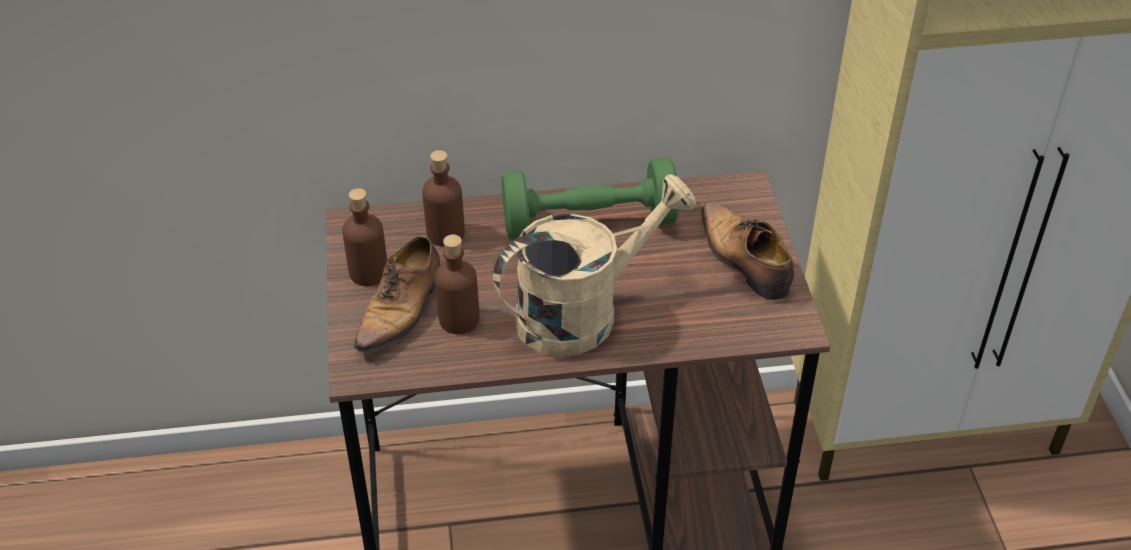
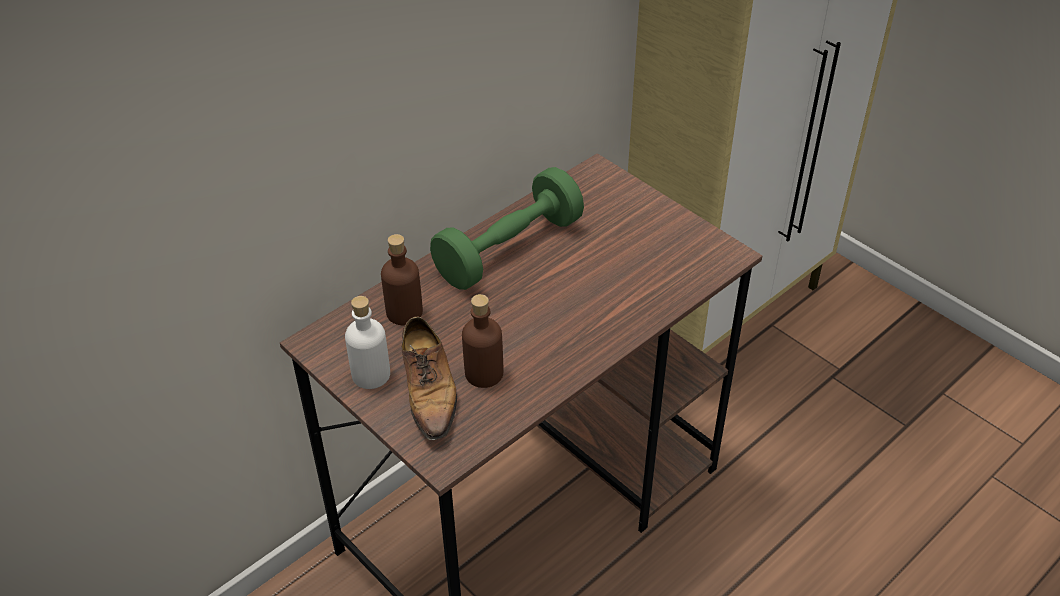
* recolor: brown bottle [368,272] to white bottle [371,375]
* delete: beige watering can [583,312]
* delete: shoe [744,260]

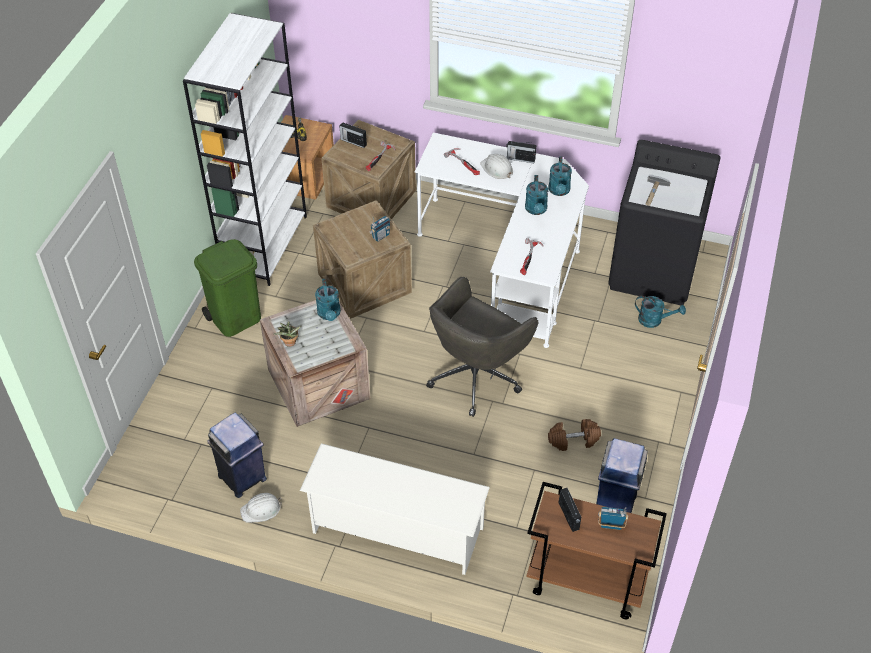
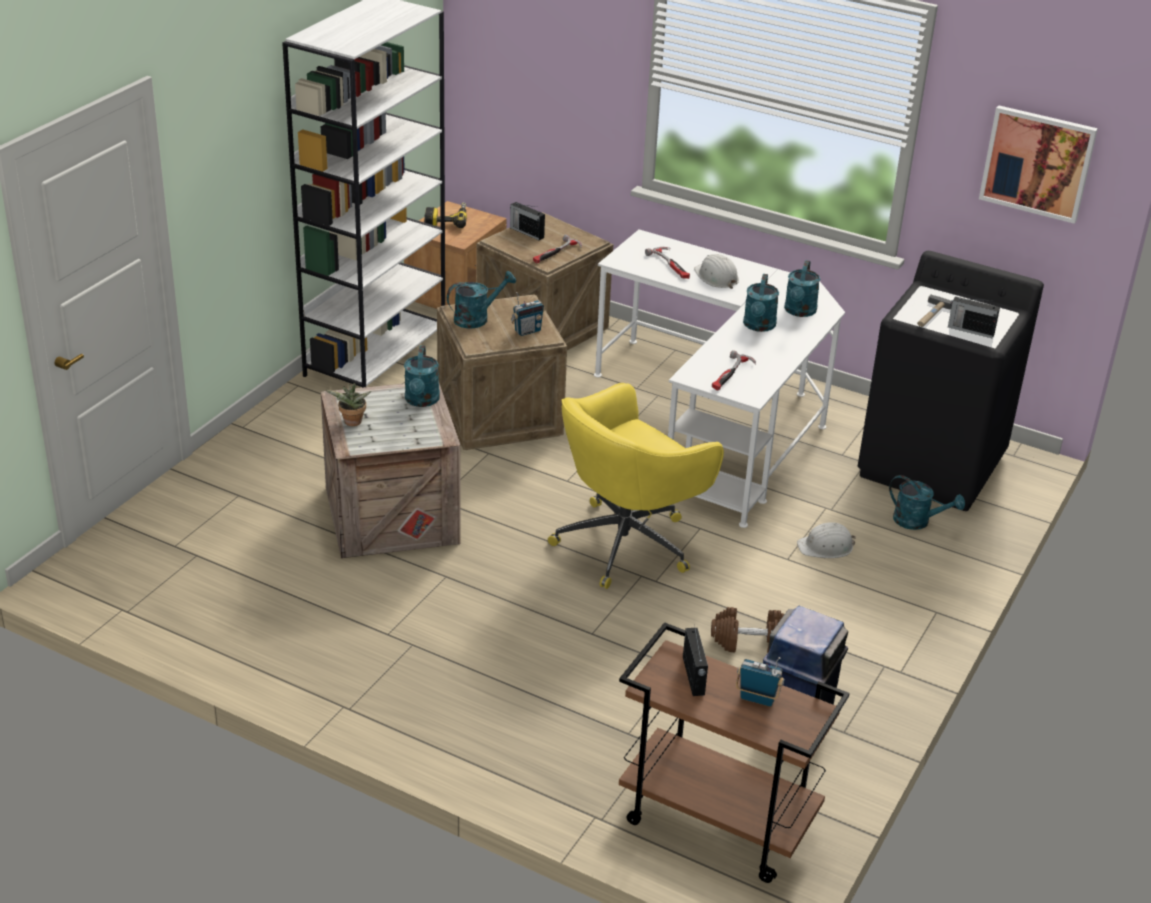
* delete: green trash can [236,318]
* delete: blue trash can [242,478]
* move: white hard hat [261,510] to [826,547]
* delete: white shoe rack [396,530]
* recolor: grey office chair [476,375] to yellow office chair [627,542]
* move: radio [520,159] to [970,330]
* insert: turquoise watering can [477,318]
* insert: picture [1037,163]

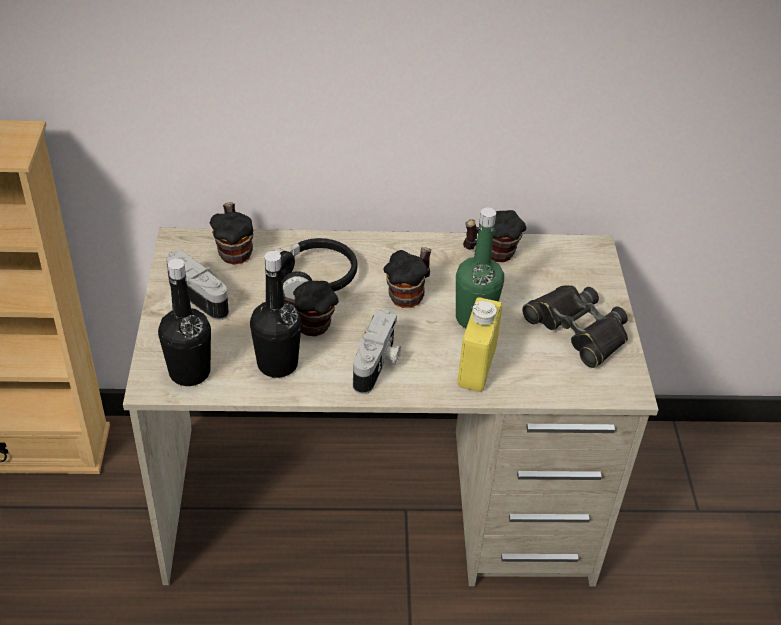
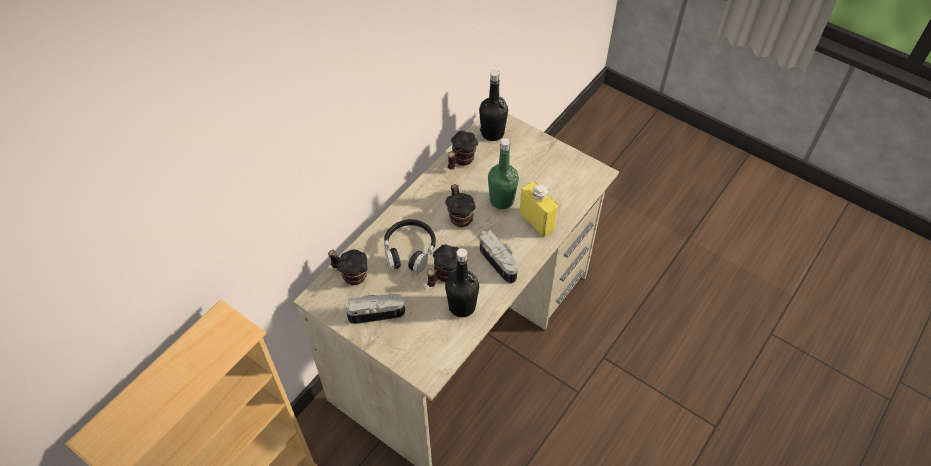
* move: black bottle [190,372] to [492,133]
* delete: black binoculars [577,330]

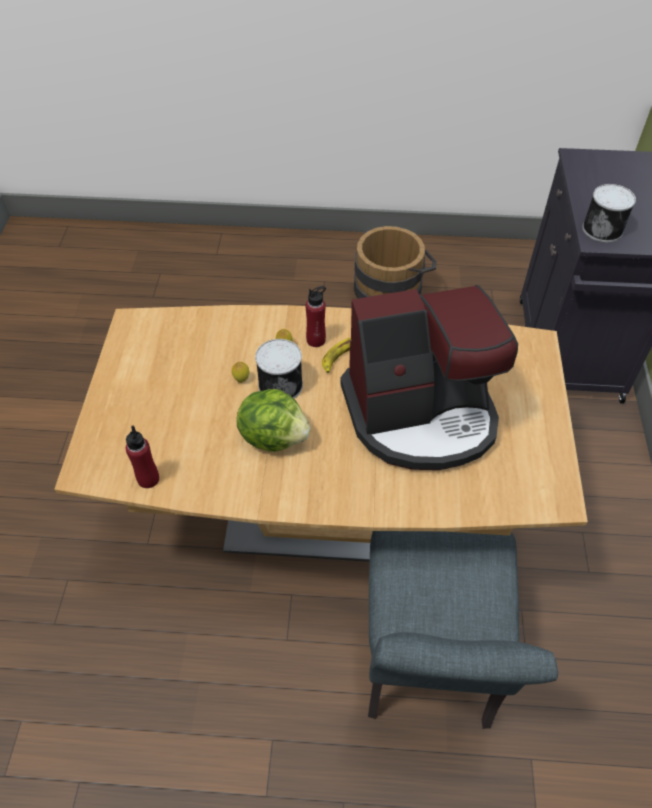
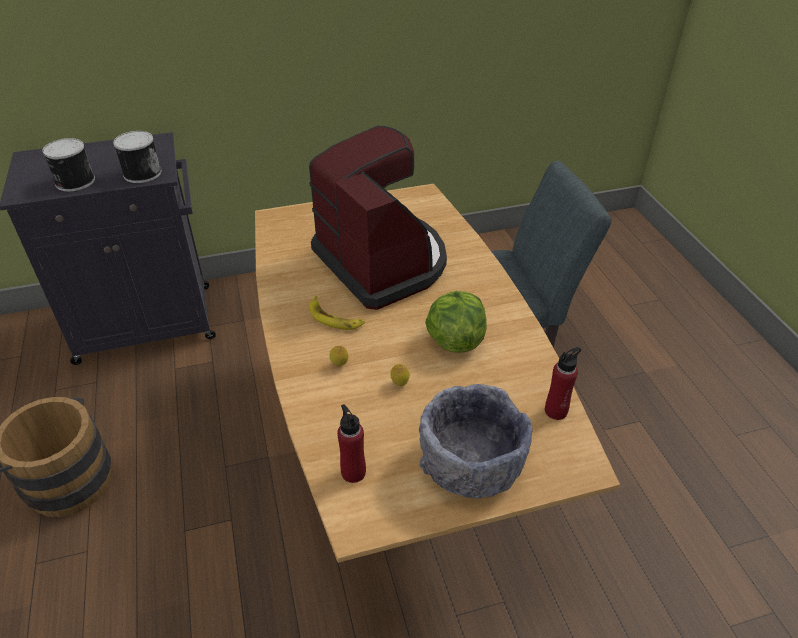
* move: can [280,384] to [74,181]
* move: red bottle [316,340] to [353,472]
* insert: grey bowl [470,464]

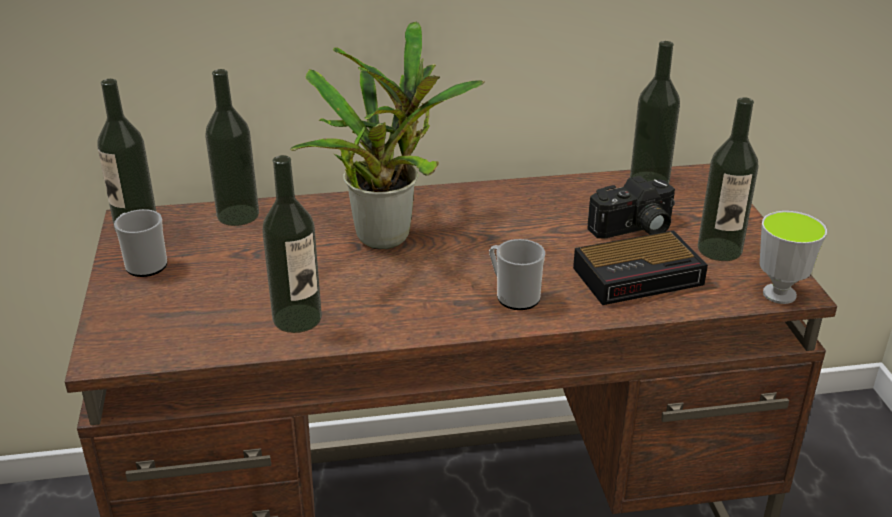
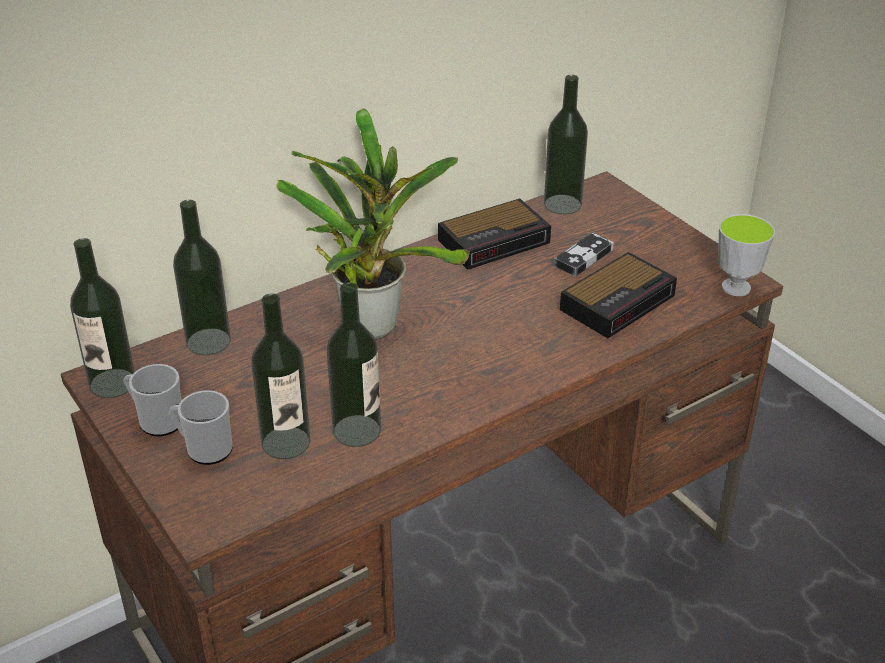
* move: mug [513,296] to [204,449]
* replace: photo camera [634,229] to game controller [583,257]
* move: bottle [719,249] to [286,442]
* insert: alarm clock [496,241]

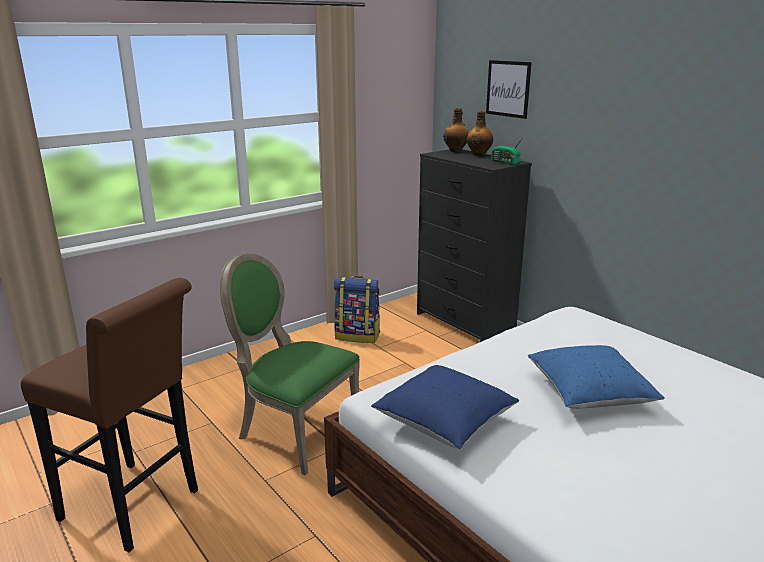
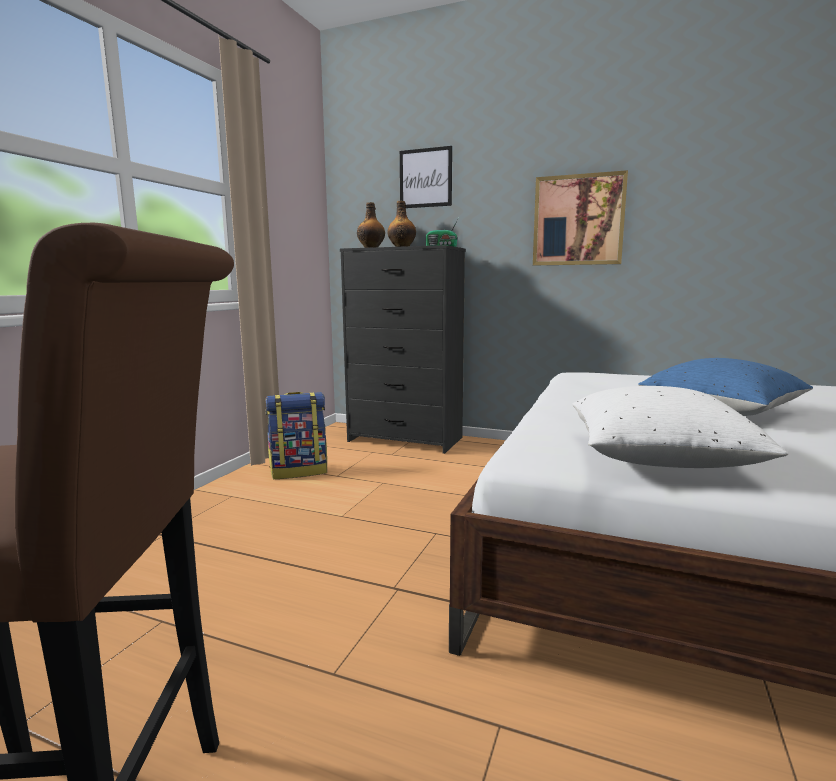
* delete: green chair [294,431]
* recolor: blue pillow [444,423] to white pillow [658,458]
* insert: picture [578,220]

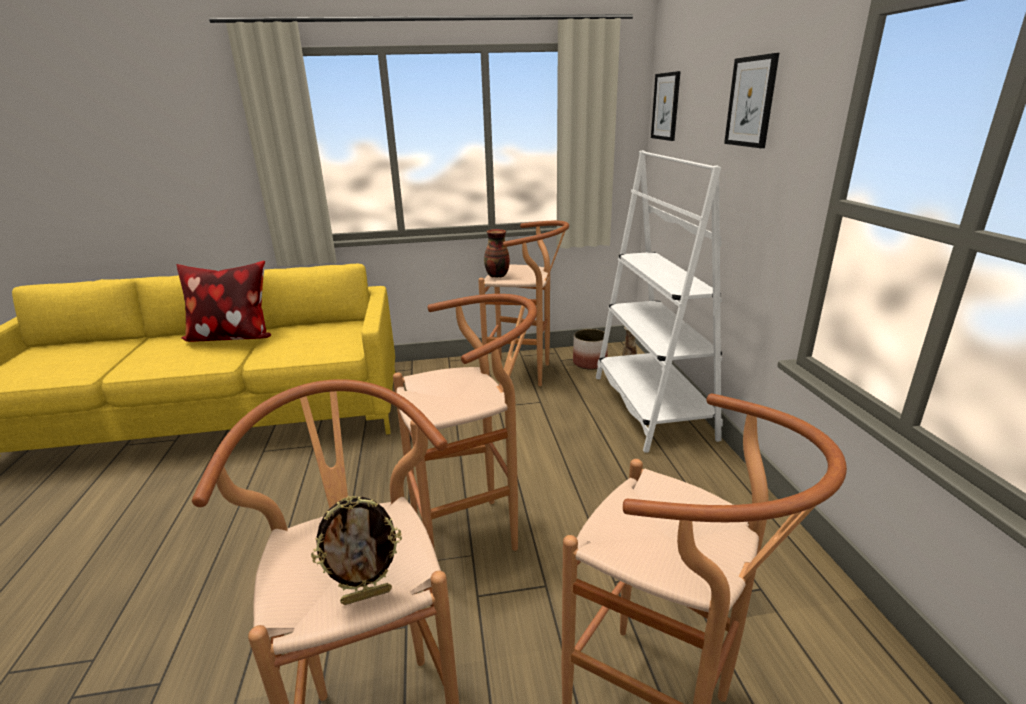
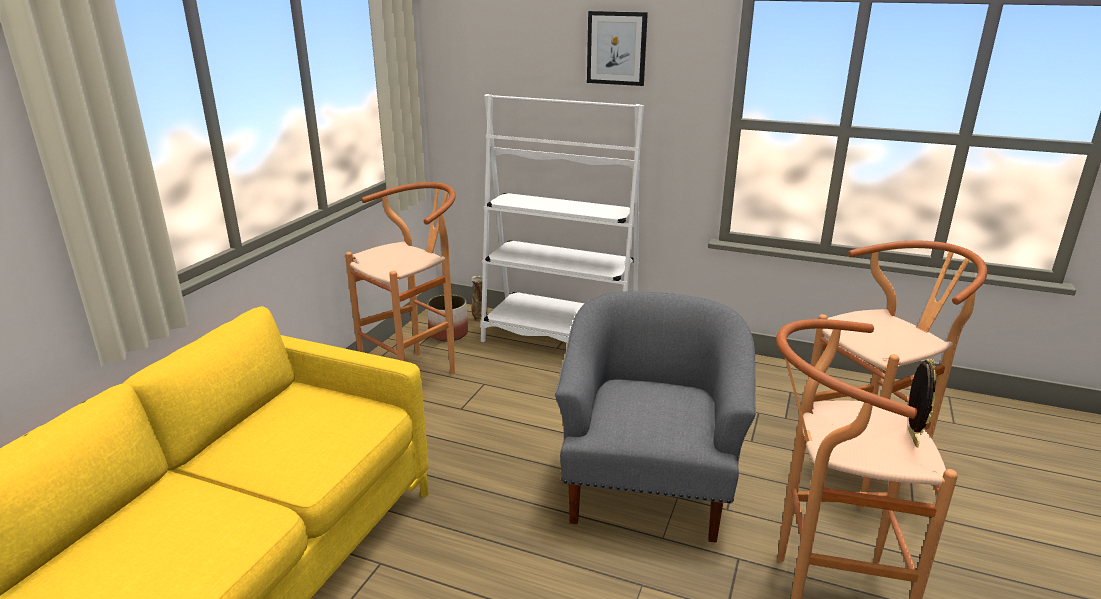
* delete: pillow [232,337]
* replace: brown stool [475,532] to grey armchair [649,486]
* delete: vase [497,275]
* delete: picture [666,106]

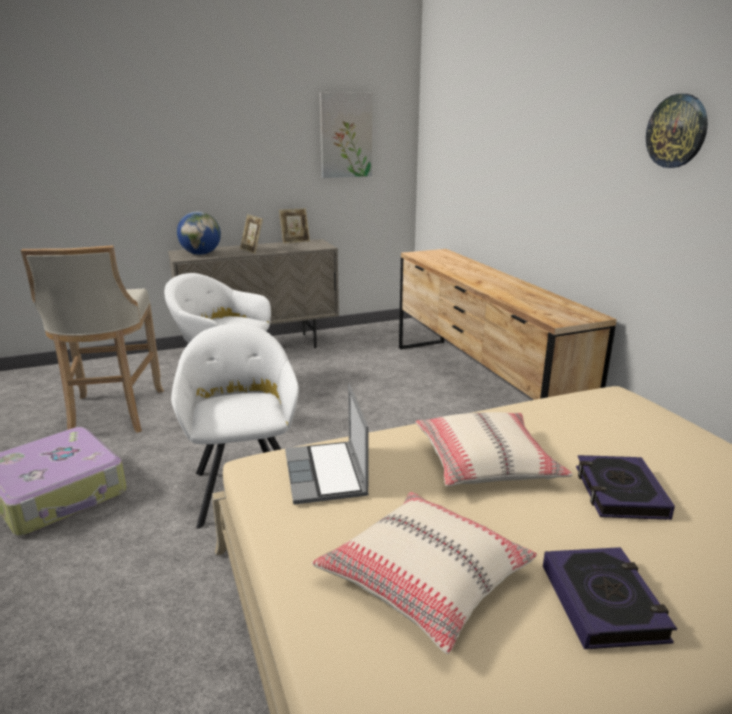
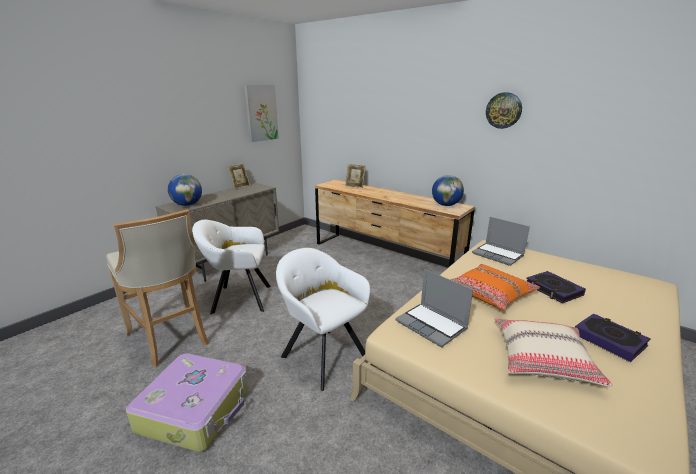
* move: picture frame [252,250] to [355,186]
* recolor: beige pillow [486,463] to orange pillow [490,293]
* insert: globe [446,205]
* insert: laptop [498,255]

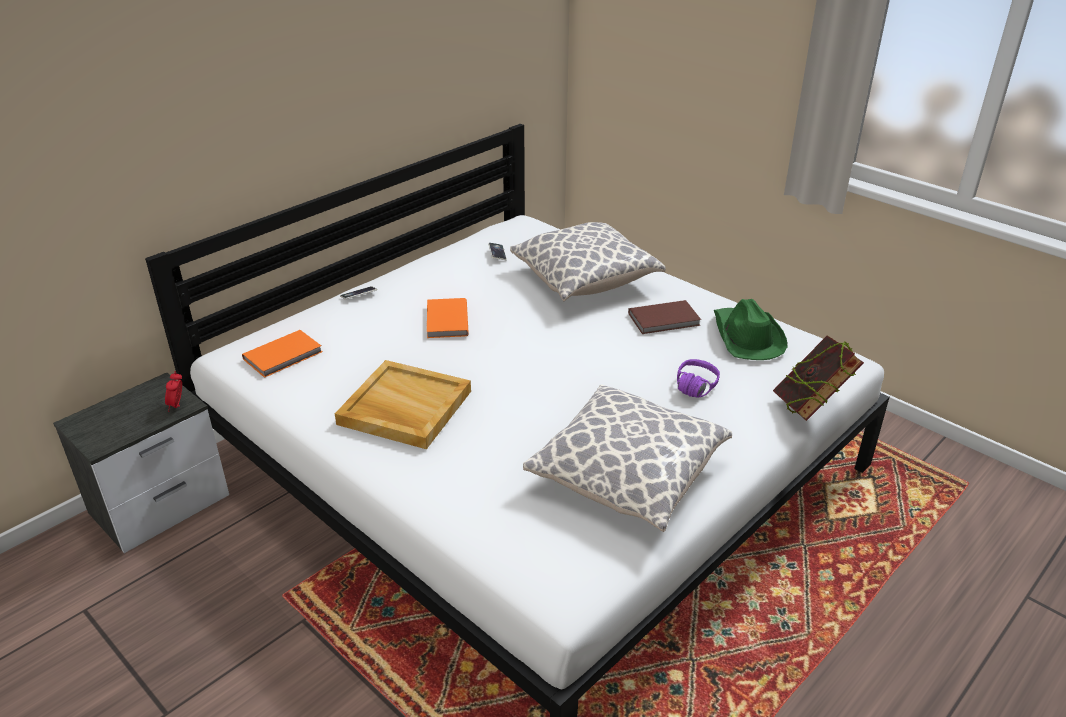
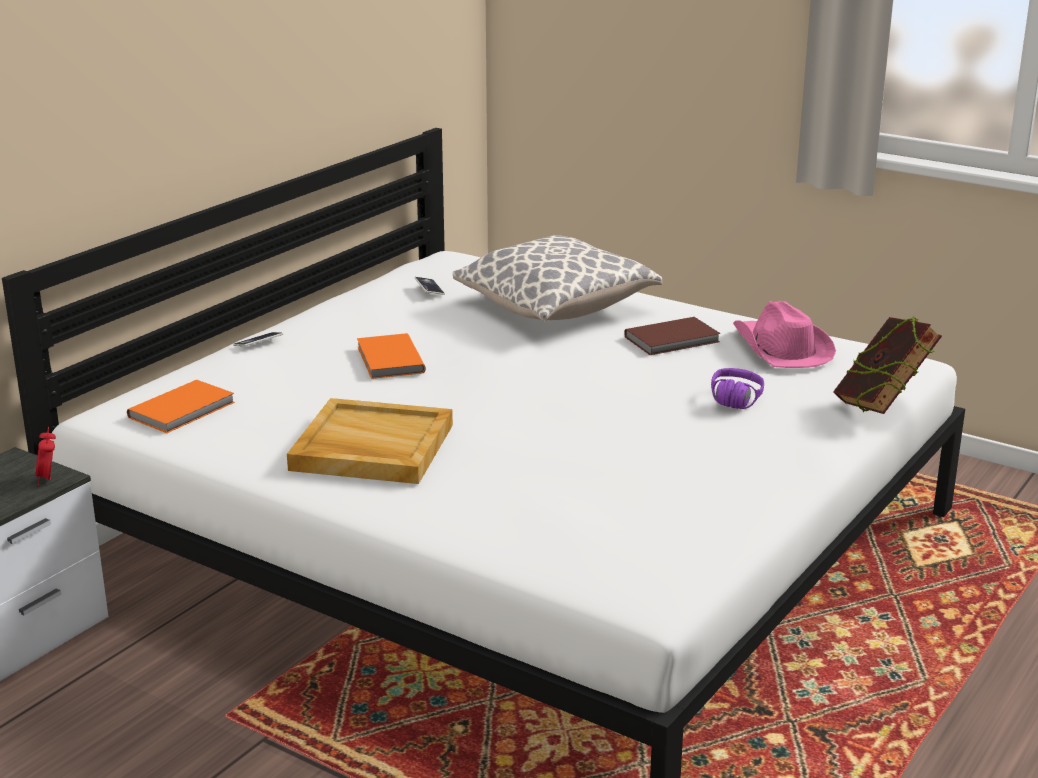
* delete: pillow [627,476]
* recolor: green hat [746,336] to pink hat [781,348]

